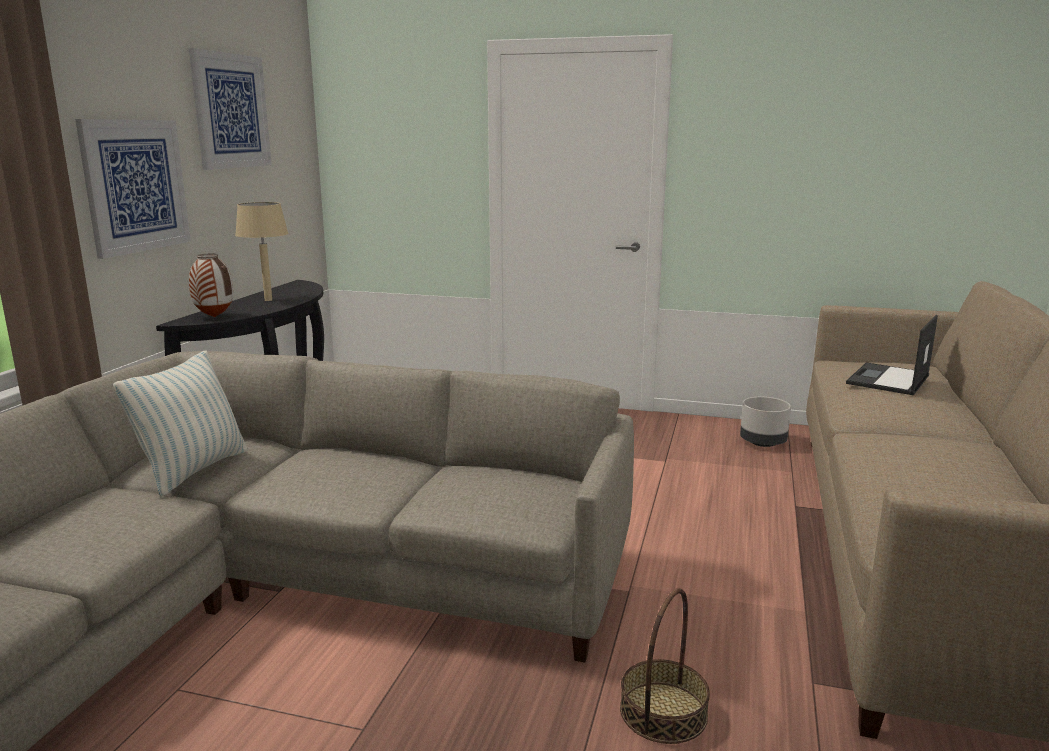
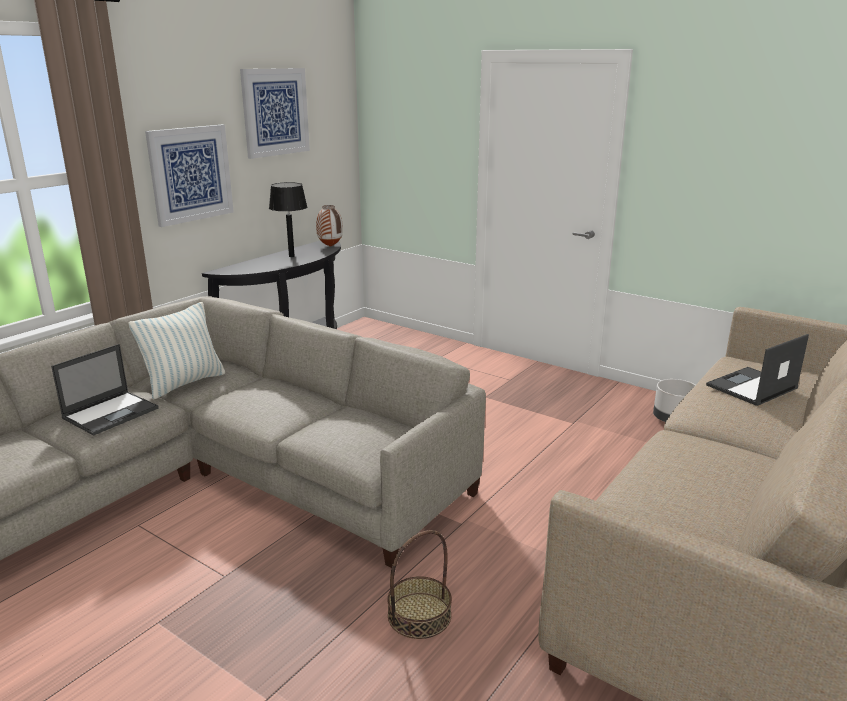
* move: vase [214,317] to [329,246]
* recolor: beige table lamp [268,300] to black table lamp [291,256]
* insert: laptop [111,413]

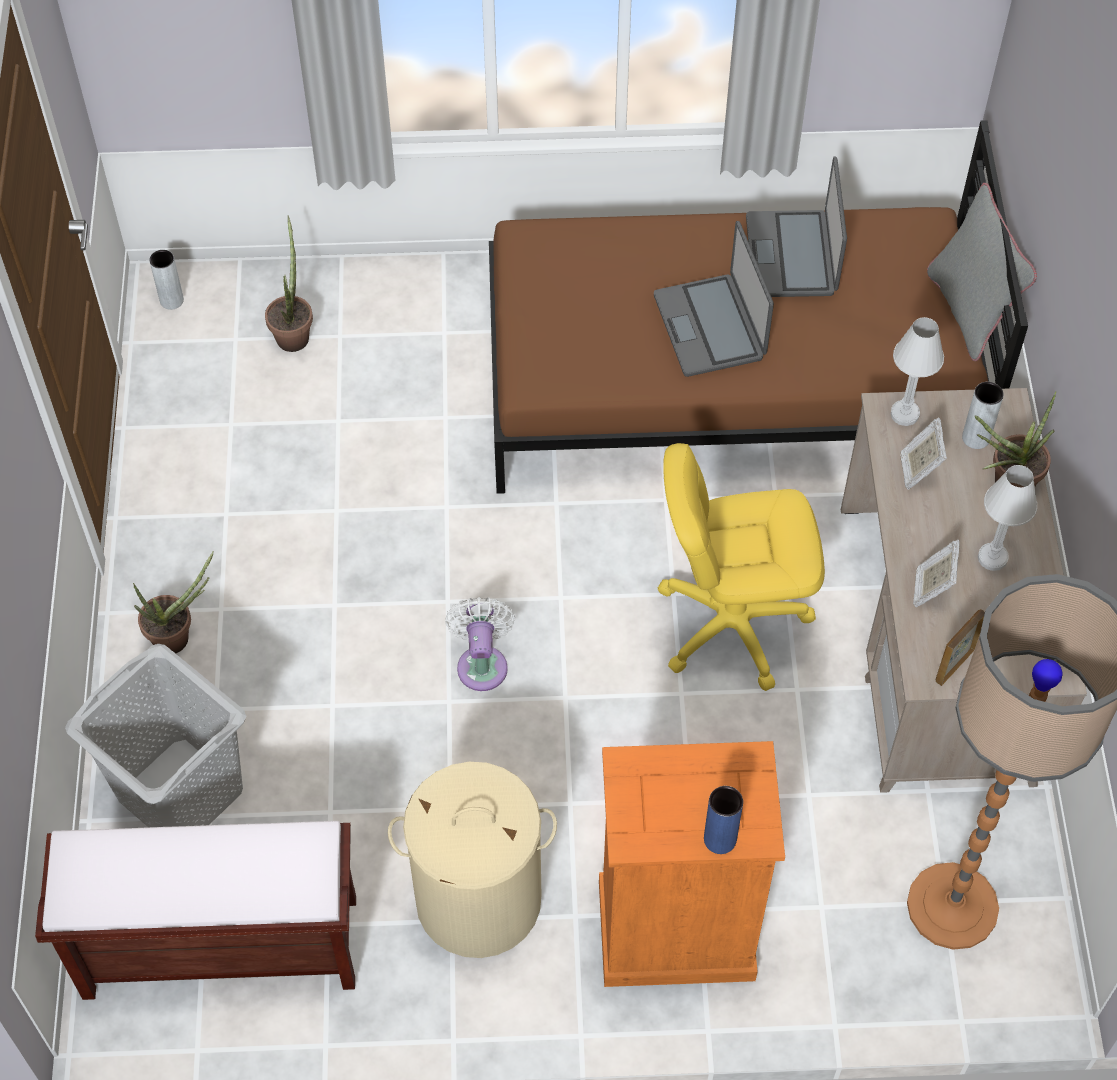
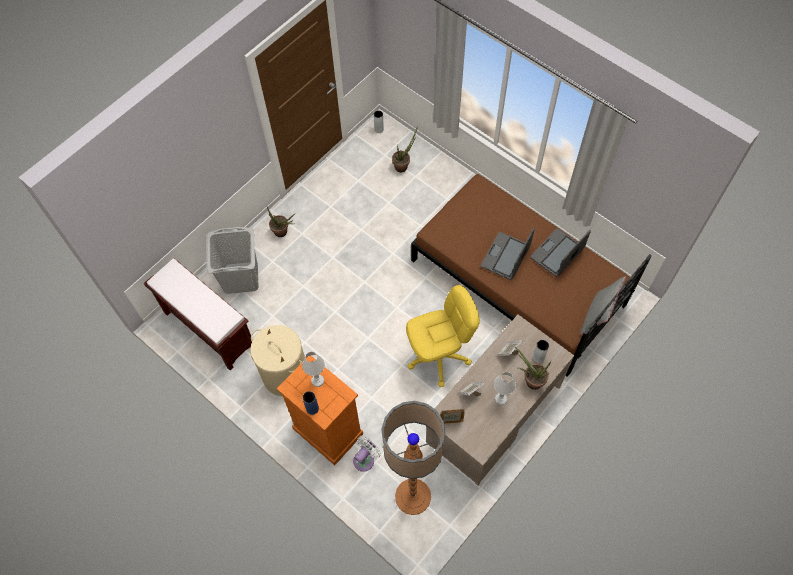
* move: white fan [482,663] to [365,459]
* rotate: yellow office chair [732,623] = [438,356] 120 degrees clockwise
* move: white table lamp [904,414] to [317,381]

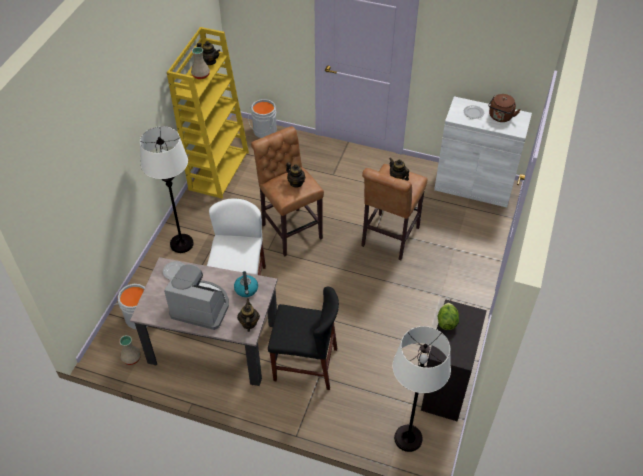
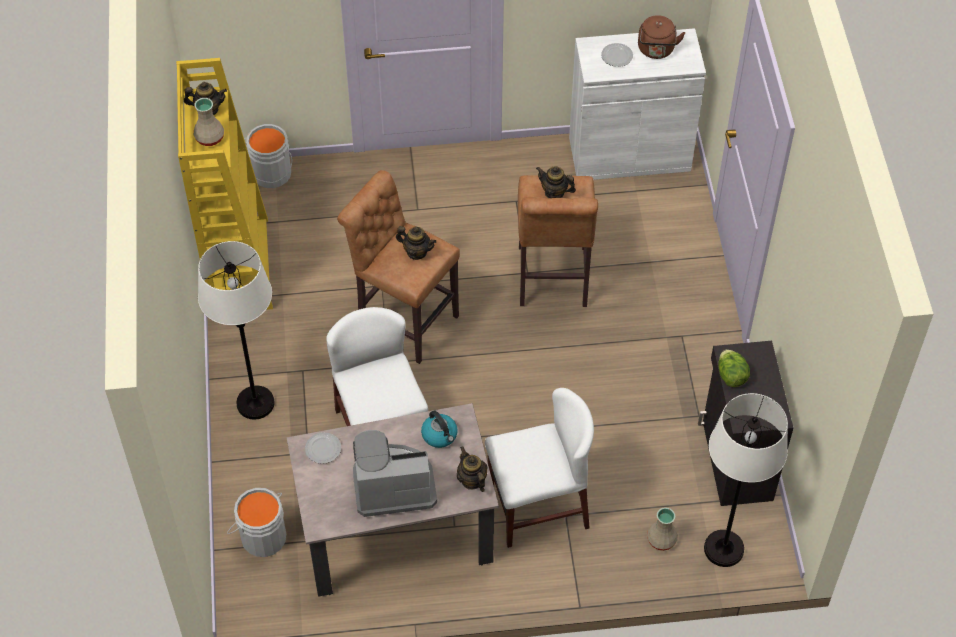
* move: beige vase [131,358] to [661,540]
* recolor: black chair [305,364] to white chair [538,507]

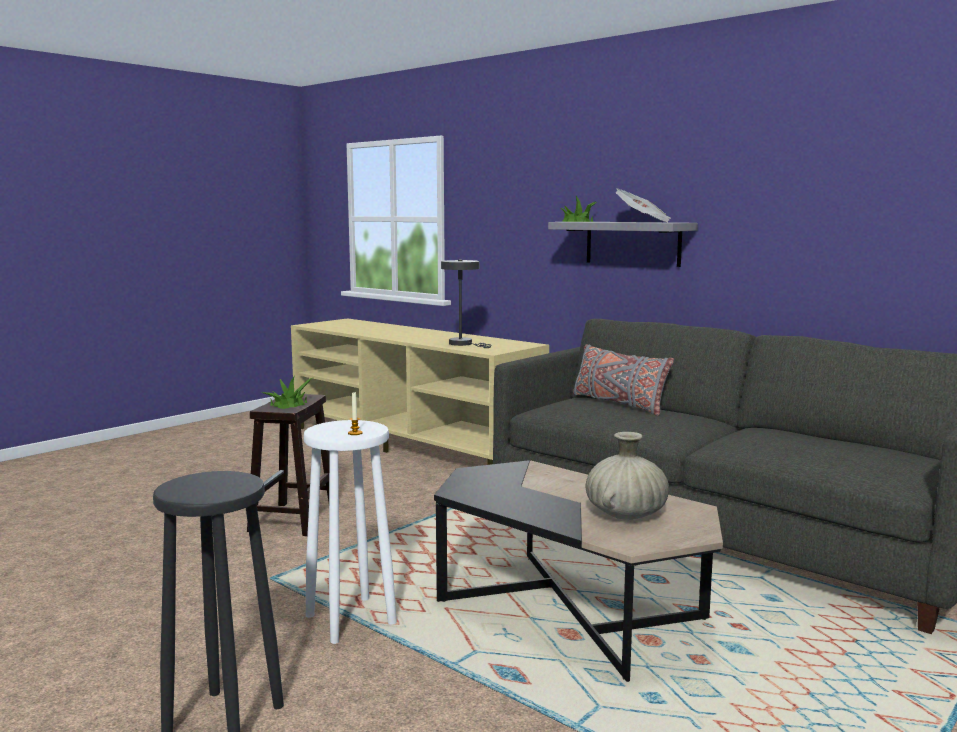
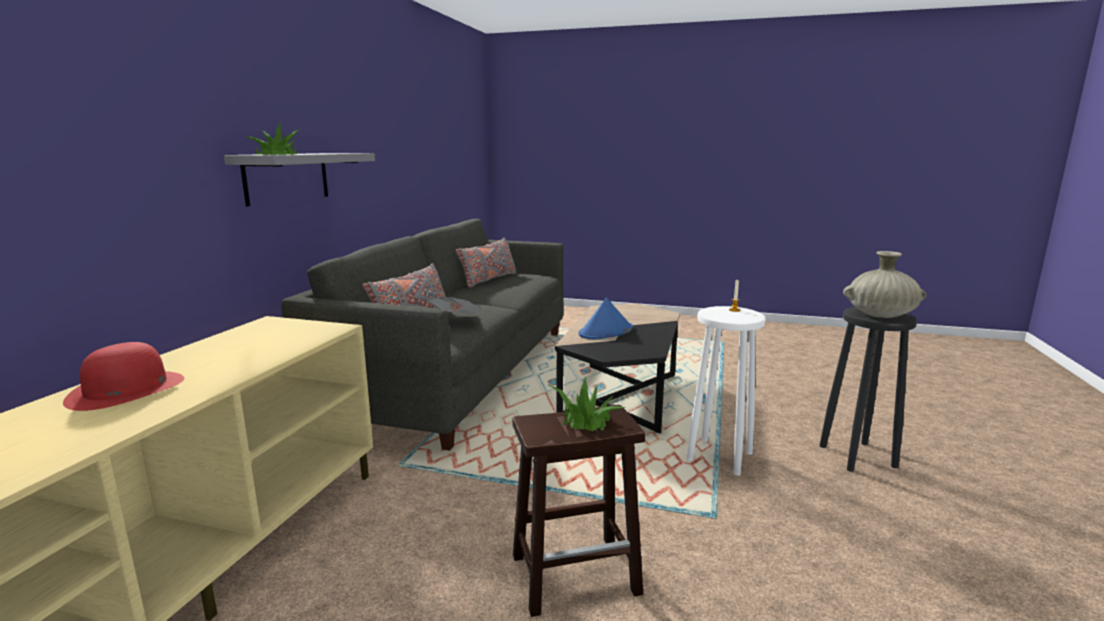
* delete: grey table lamp [464,344]
* move: beige vase [625,515] to [880,315]
* move: newspaper [643,222] to [456,321]
* insert: red hat [126,390]
* insert: grey pillow [488,280]
* insert: blue hat [605,332]

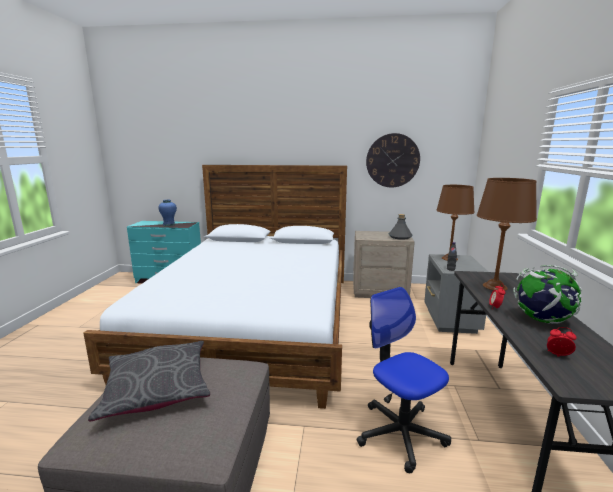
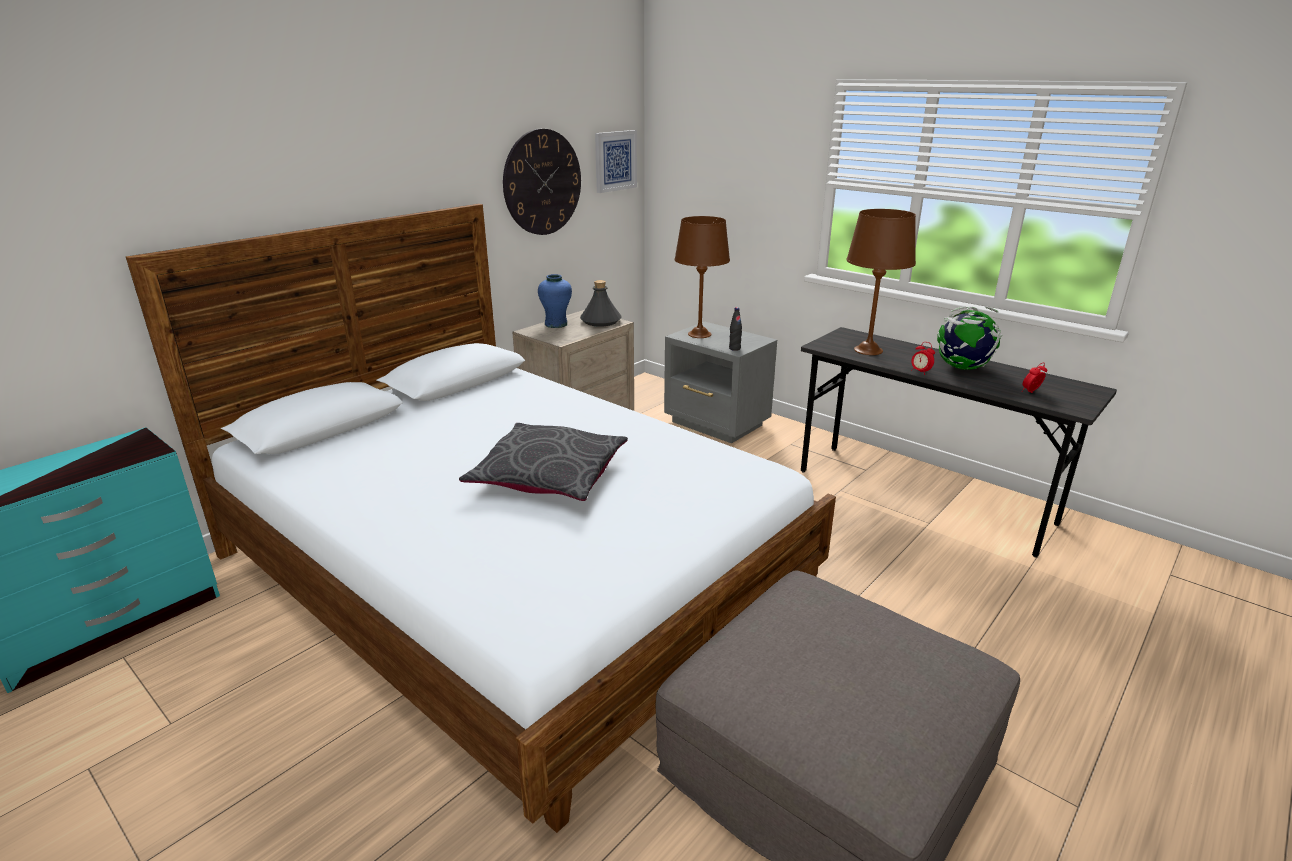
* move: grey pillow [157,387] to [548,475]
* move: blue vase [169,225] to [556,324]
* delete: office chair [400,433]
* insert: picture [615,161]

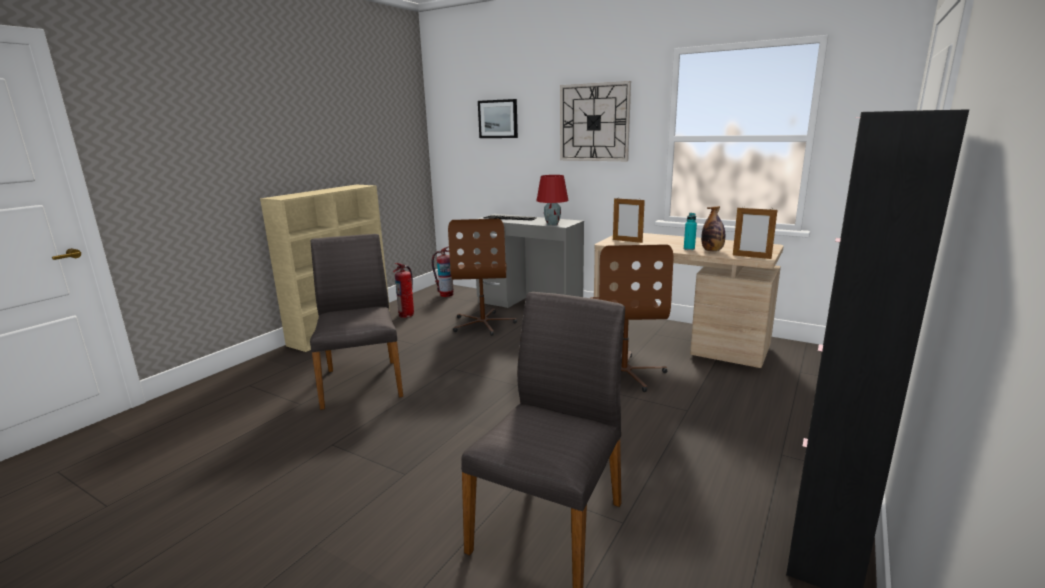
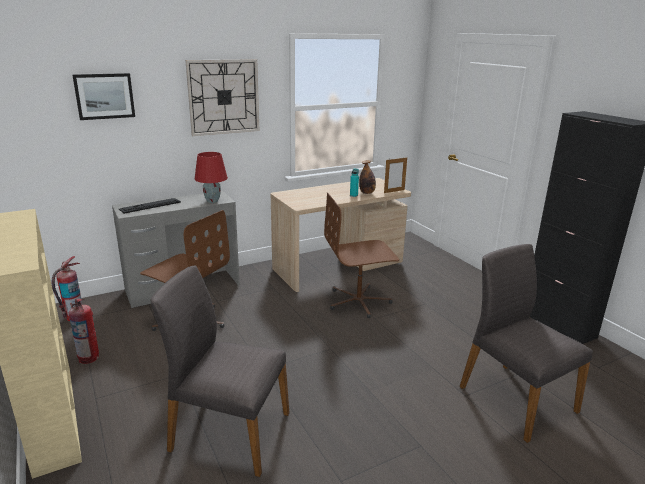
* rotate: brown office chair [624,373] = [359,301] 135 degrees clockwise
* delete: picture frame [627,241]

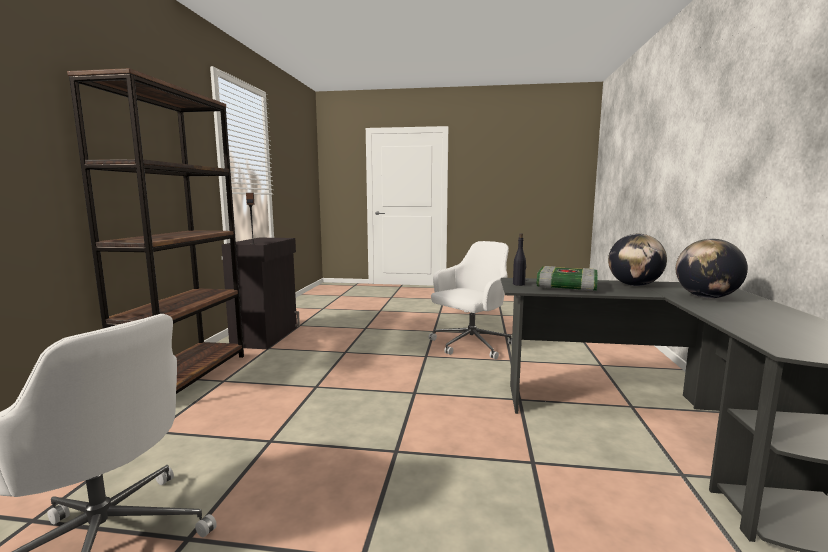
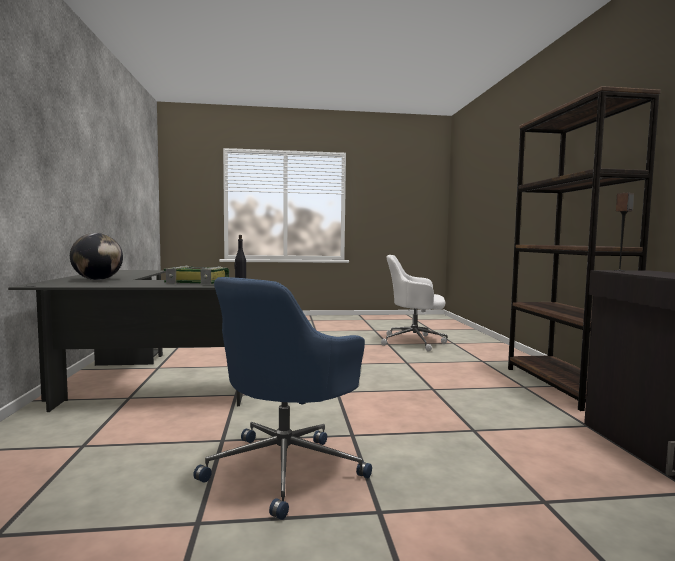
* recolor: white office chair [470,345] to blue office chair [286,467]
* delete: globe [634,285]

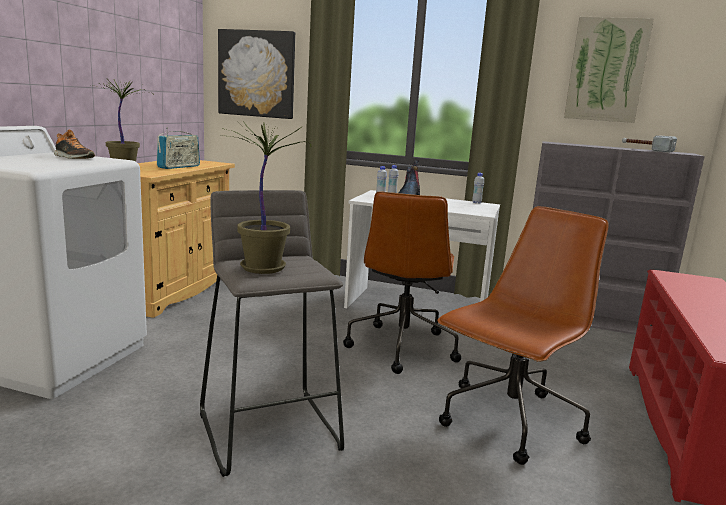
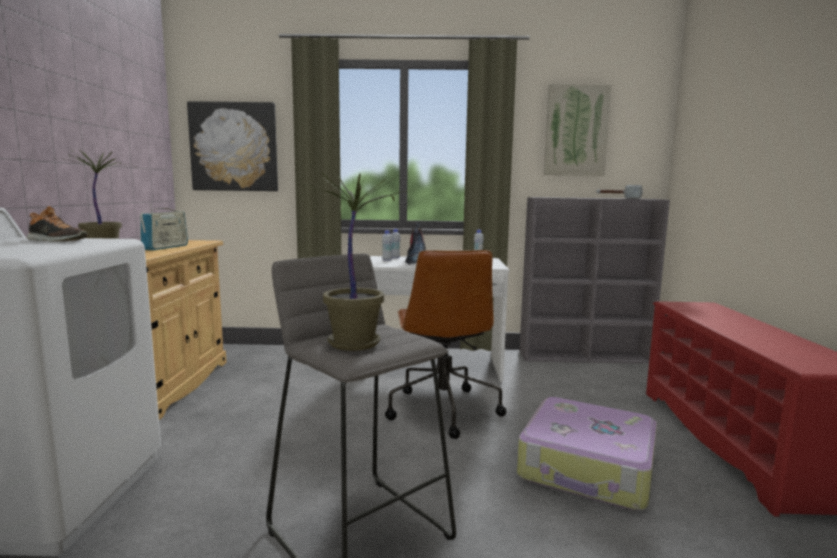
* replace: brown office chair [509,422] to suitcase [588,468]

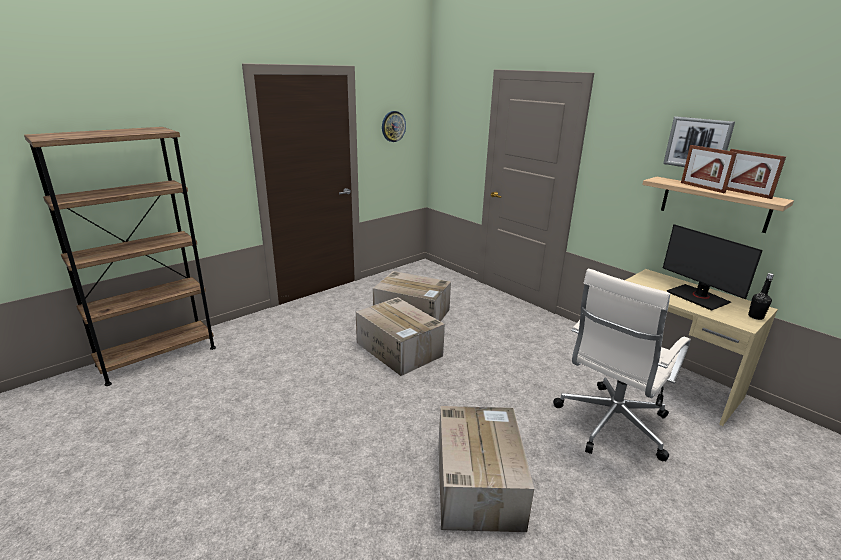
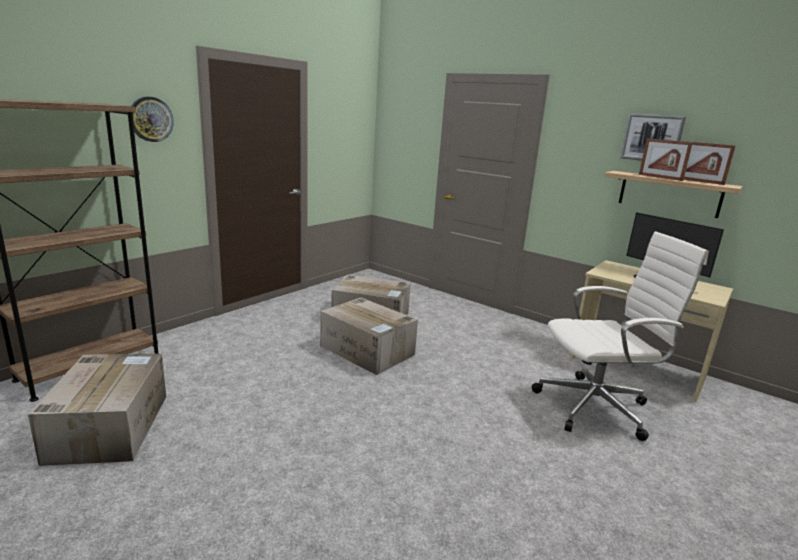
* move: wall clock [393,126] to [150,119]
* move: cardboard box [477,482] to [110,426]
* rotate: white office chair [610,424] = [596,407] 135 degrees counterclockwise
* delete: black bottle [755,317]

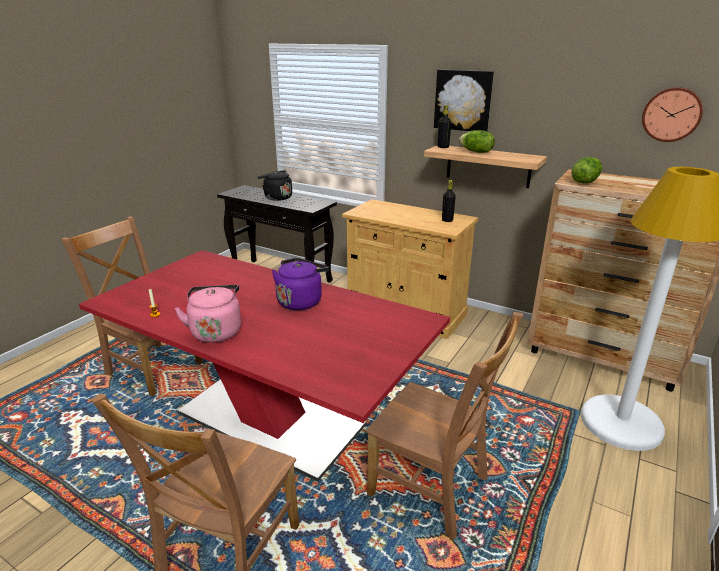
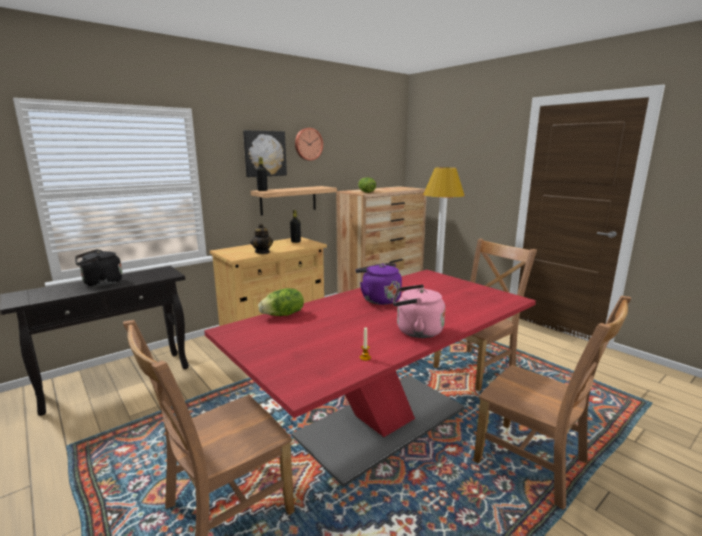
* move: lettuce [476,152] to [283,315]
* move: wall clock [671,114] to [308,144]
* insert: teapot [262,252]

